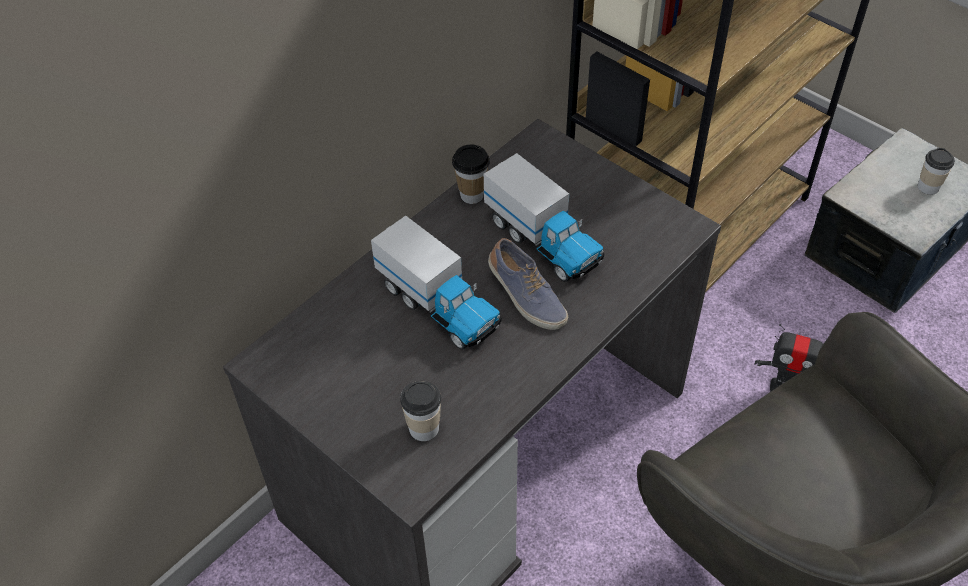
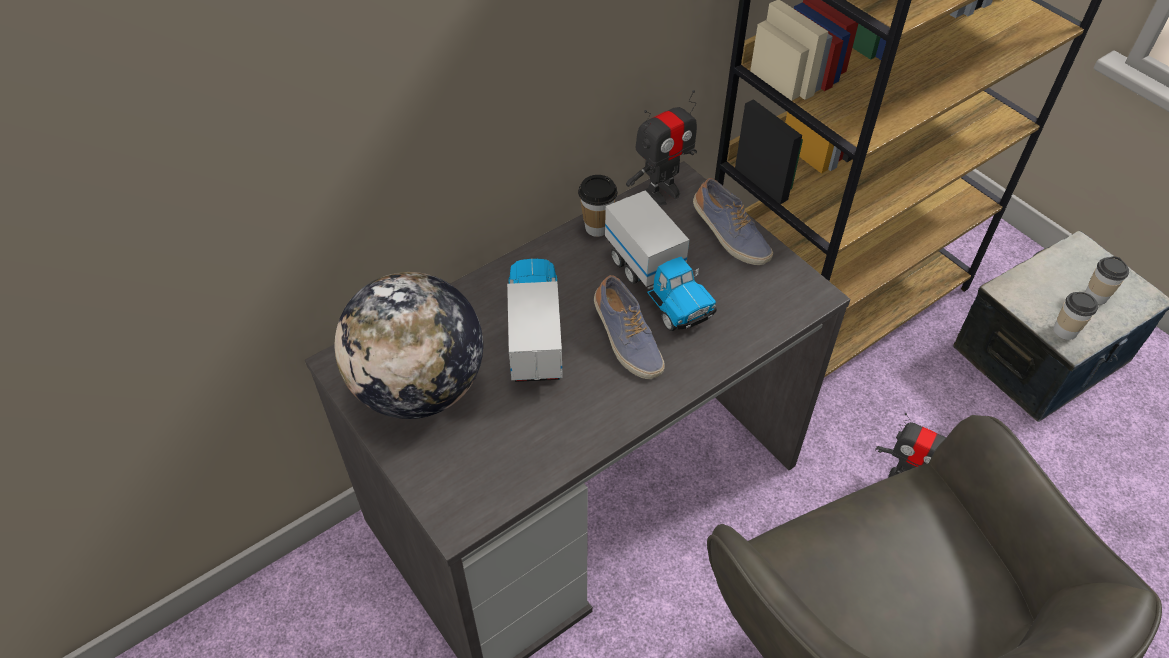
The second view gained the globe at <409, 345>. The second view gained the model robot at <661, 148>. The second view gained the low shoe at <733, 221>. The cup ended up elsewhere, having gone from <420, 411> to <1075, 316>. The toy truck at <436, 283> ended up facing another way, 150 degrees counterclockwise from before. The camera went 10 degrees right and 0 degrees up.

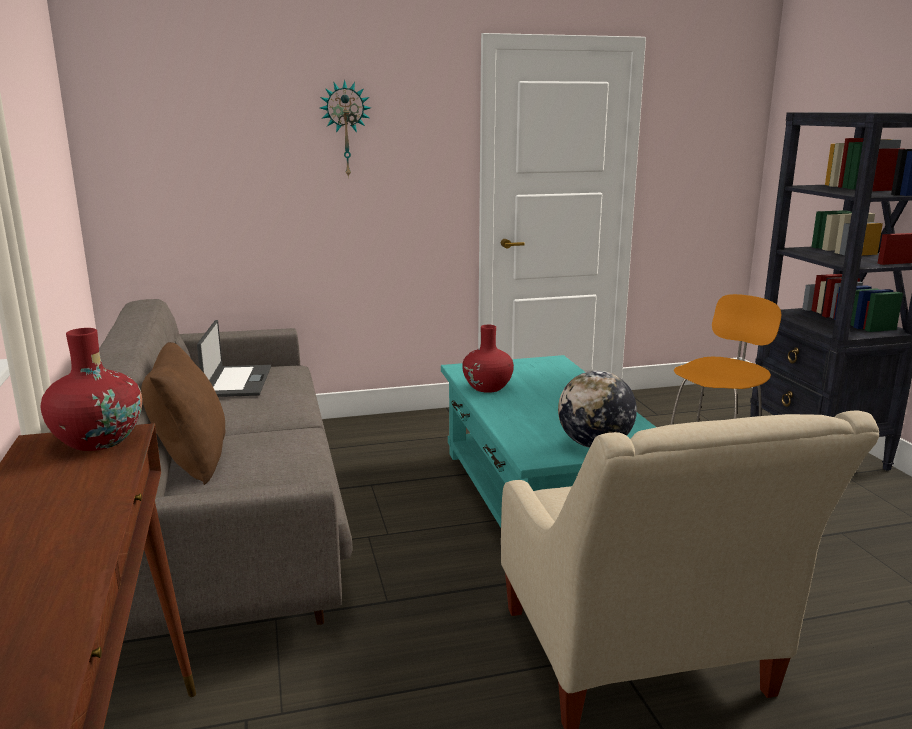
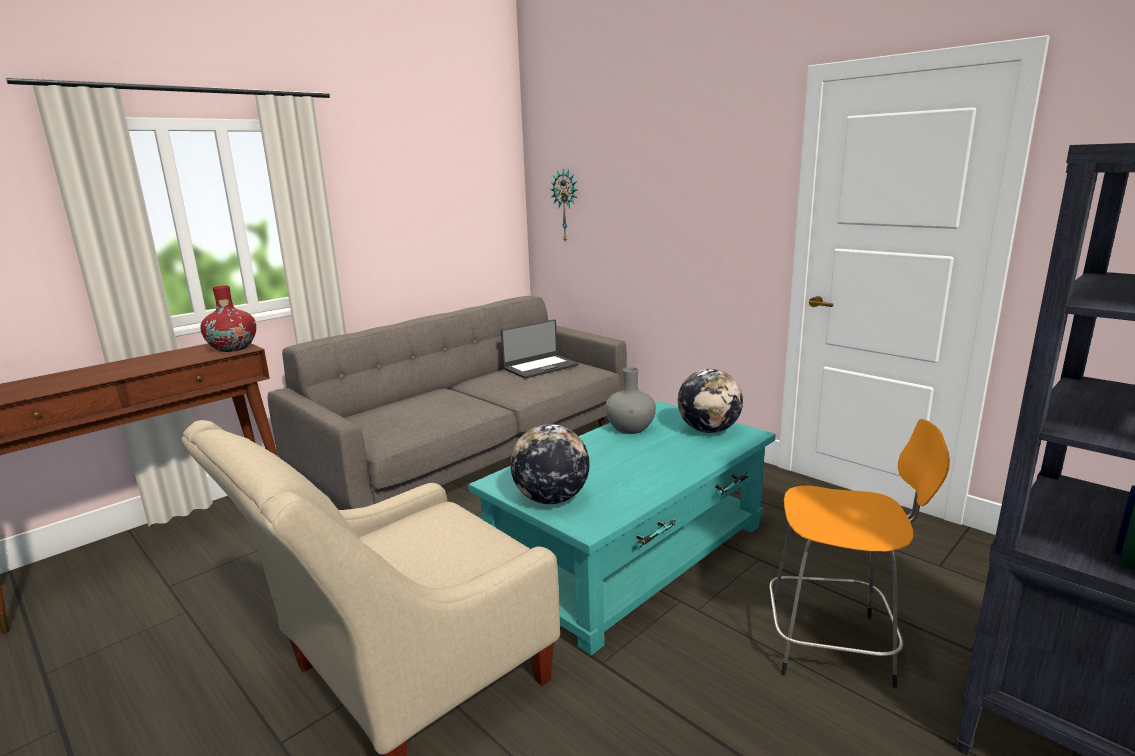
The second view lost the brown-coloured throw pillow at <183, 413>. The second view gained the globe at <710, 401>. The hanging clock ended up elsewhere, having gone from <345, 129> to <564, 206>. What was the red decorative vase at <488, 359> turned into the gray decorative vase at <630, 400>. The camera went 60 degrees right and 0 degrees up.

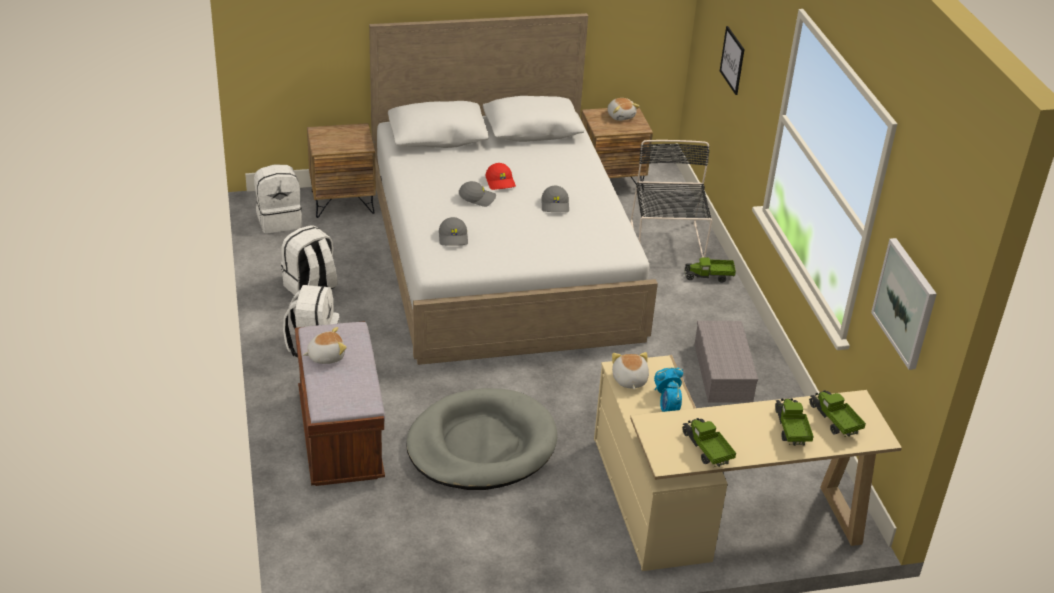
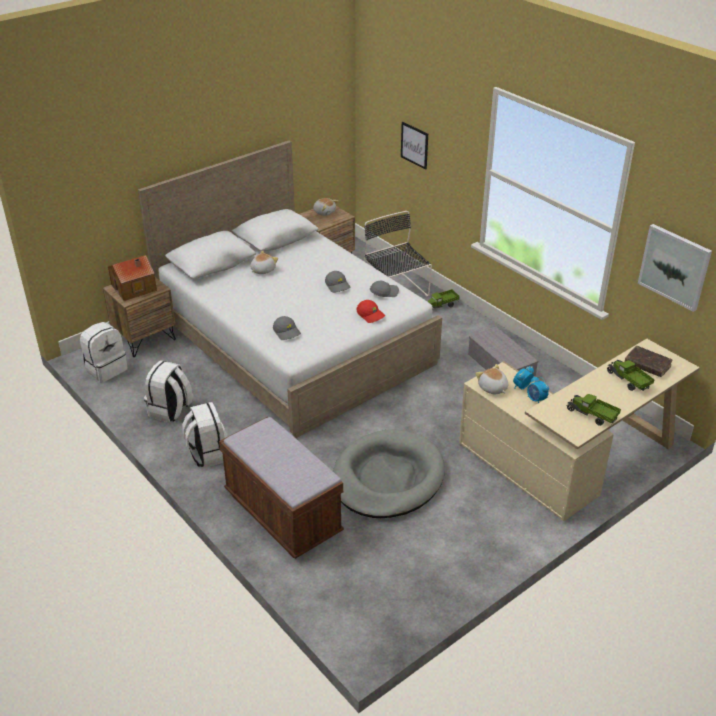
The second view gained the toy house at <132, 278>. The plush toy ended up elsewhere, having gone from <325, 345> to <264, 262>. The gray baseball cap ended up elsewhere, having gone from <477, 194> to <384, 289>. The red baseball cap ended up elsewhere, having gone from <500, 176> to <370, 311>. Where the toy truck stood at <837, 413>, the brown-coloured bound book came to stand at <649, 361>. The camera went 25 degrees left and 0 degrees up.

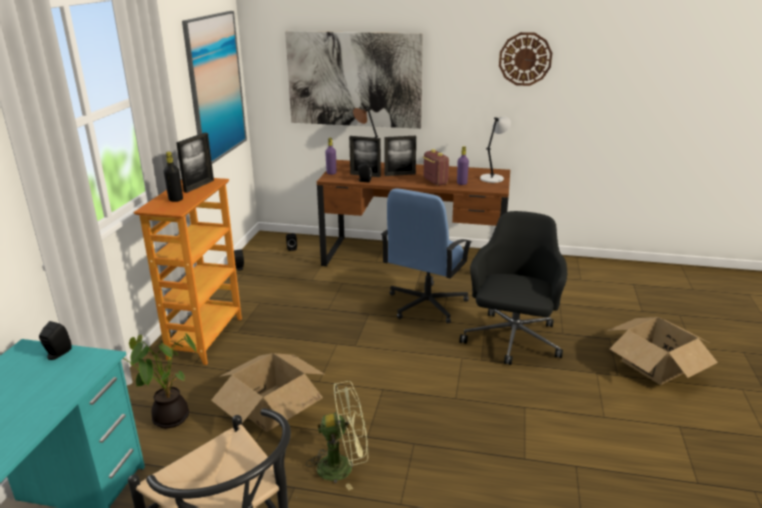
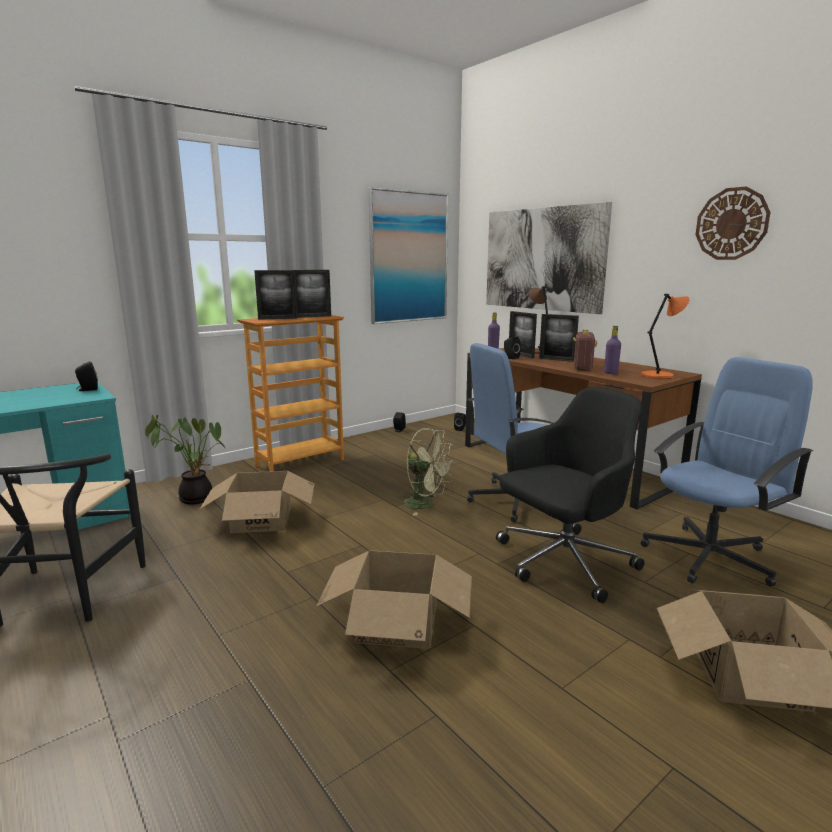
The second view gained the packing box at <394, 599>. The second view gained the blue-coloured desk chair at <727, 472>. The greenish fan ended up elsewhere, having gone from <337, 435> to <429, 472>. Where the black bottle stood at <173, 177>, the standing frame came to stand at <275, 295>. What was the gray lamp for a table at <495, 150> turned into the orange-coloured lamp for a table at <665, 336>. The camera went 40 degrees right and 10 degrees down.

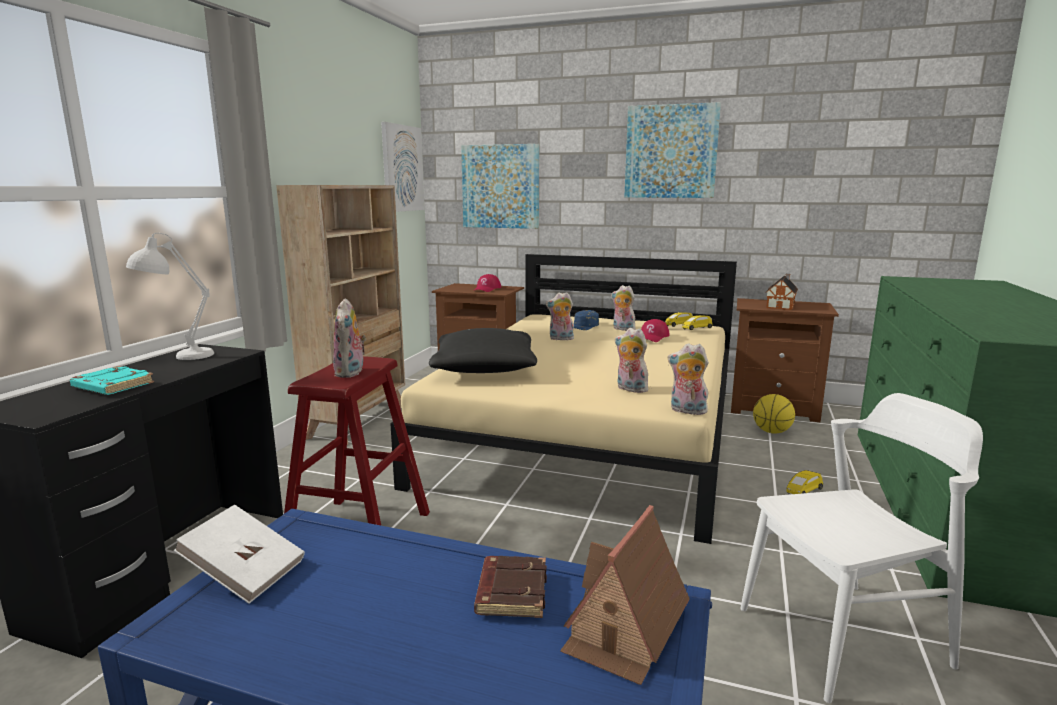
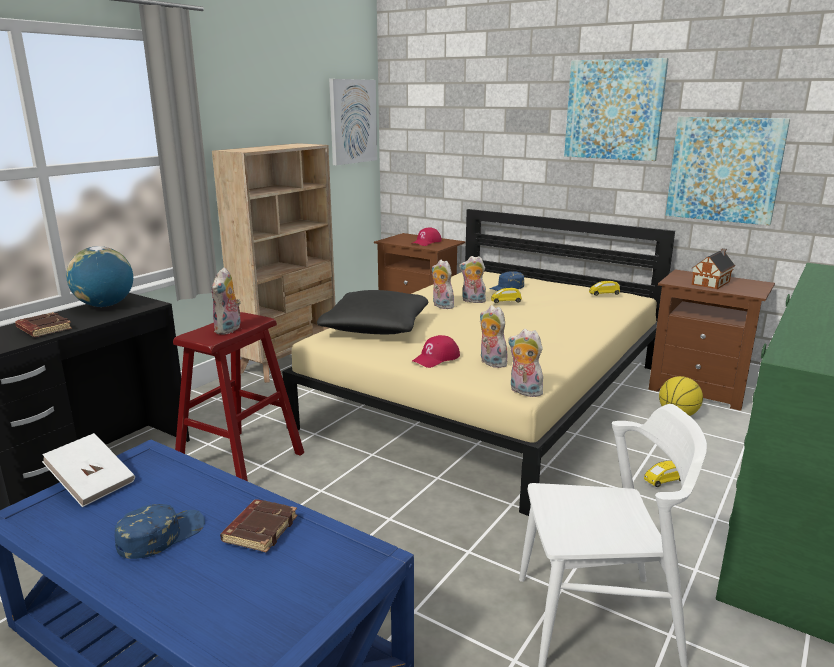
The second view lost the toy house at <624, 595>. The second view gained the blue-coloured baseball cap at <160, 531>. The picture ended up elsewhere, having gone from <500, 186> to <727, 171>. The plush toy ended up elsewhere, having gone from <624, 308> to <442, 284>. The red baseball cap ended up elsewhere, having gone from <655, 330> to <436, 351>. The yellow model car ended up elsewhere, having gone from <697, 322> to <506, 295>. Where the white-coloured lamp for a table stood at <170, 296>, the globe came to stand at <99, 276>. What was the blue-green bound book at <112, 380> turned into the brown-coloured bound book at <43, 324>. The camera went 15 degrees right and 5 degrees up.

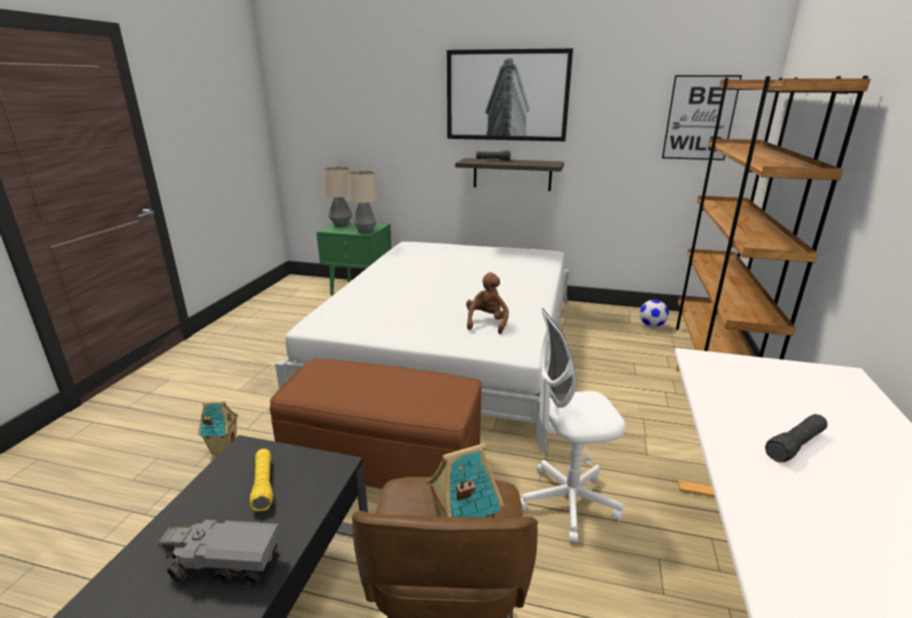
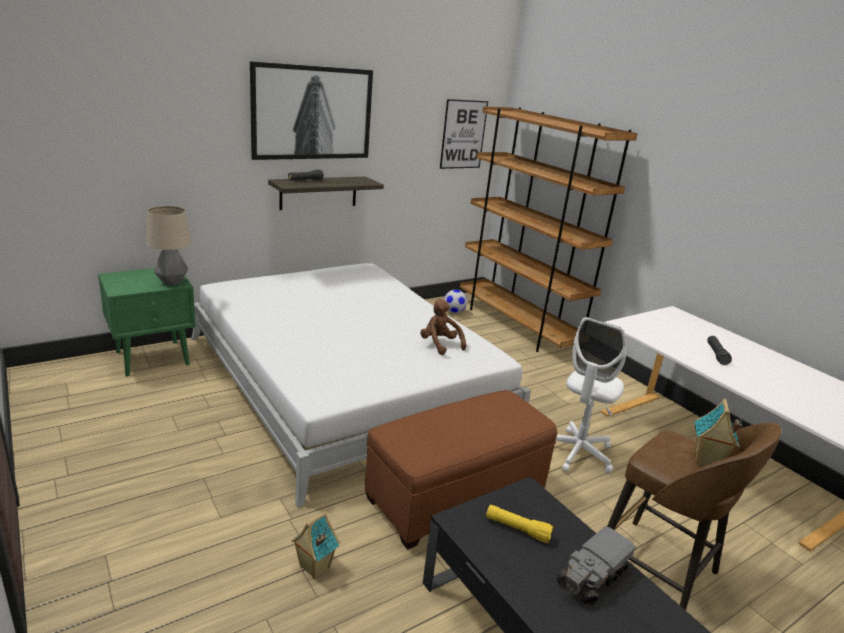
The second view lost the lamp for a table at <338, 196>. The camera went 50 degrees left and 0 degrees up.

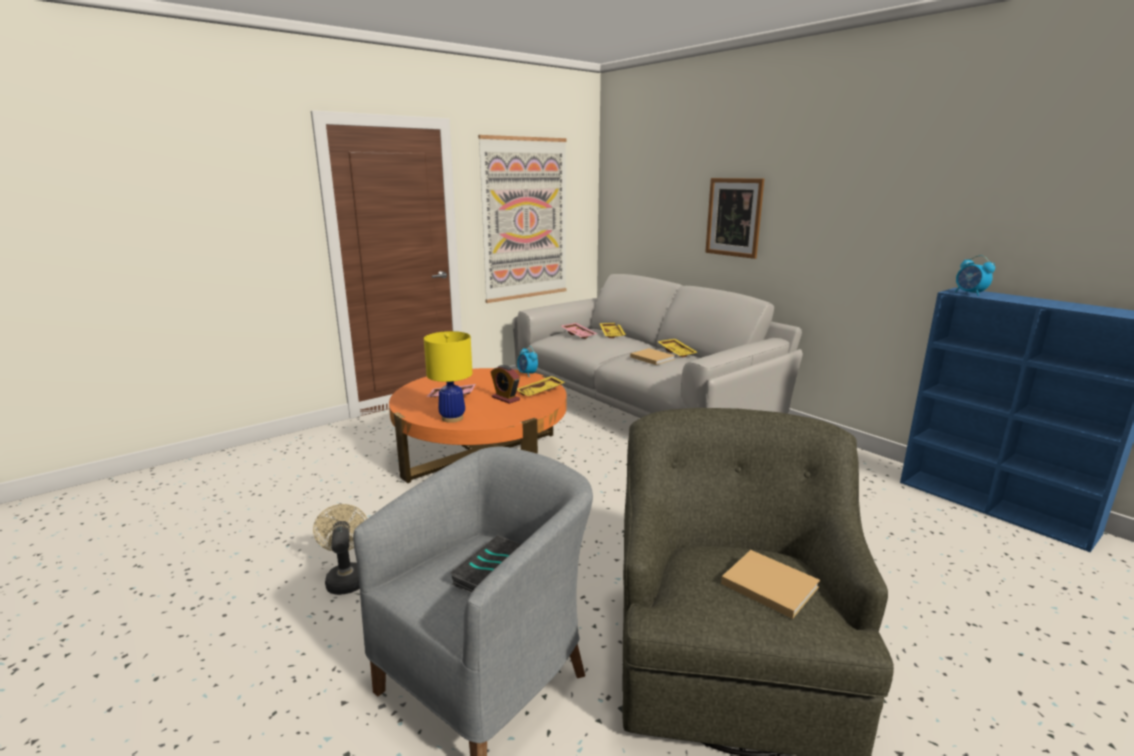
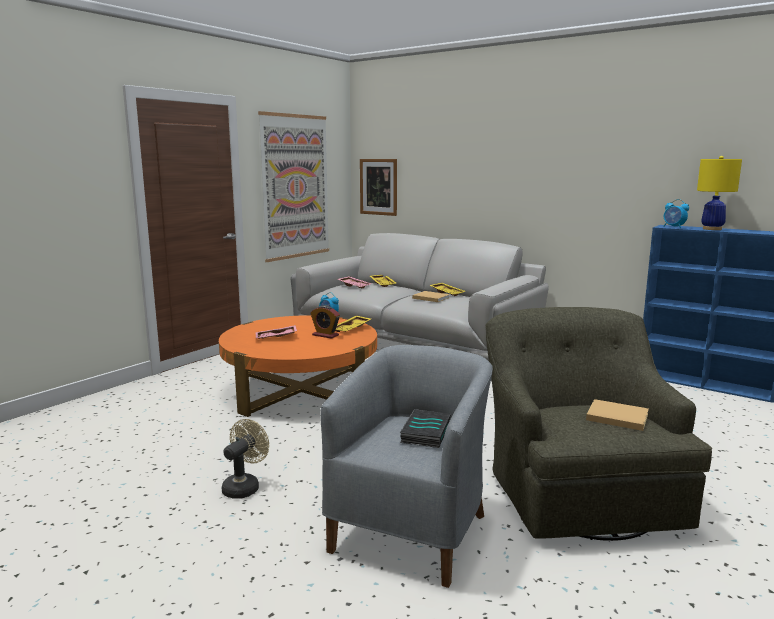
The yellow lamp for a table ended up elsewhere, having gone from <448, 377> to <719, 193>. The picture ended up elsewhere, having gone from <734, 218> to <378, 187>. The beige fan at <340, 549> ended up facing another way, 60 degrees clockwise from before. The camera went 15 degrees left and 5 degrees down.

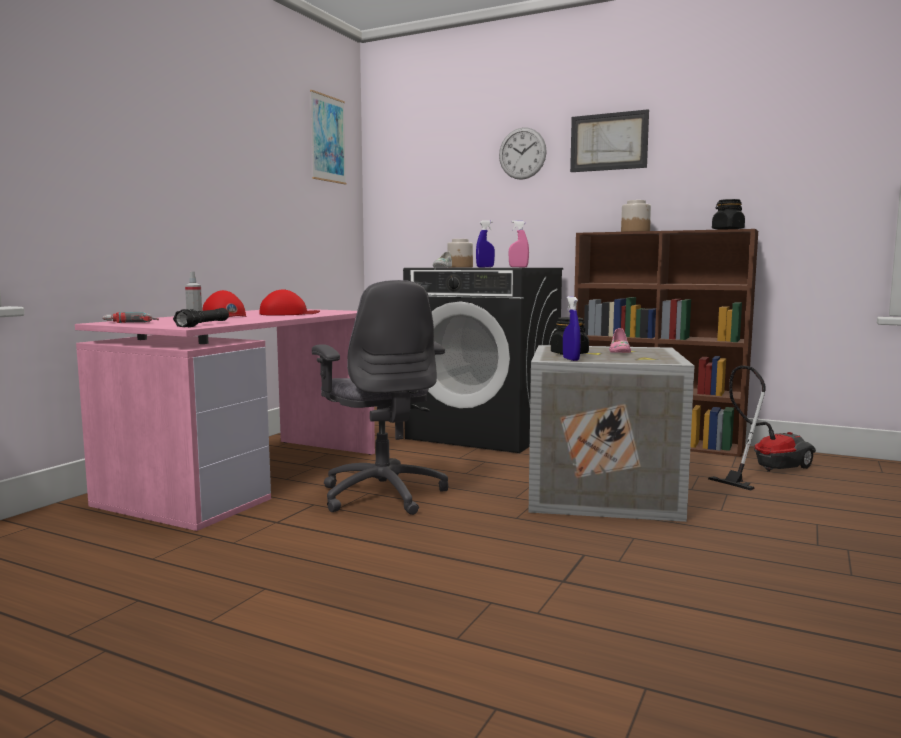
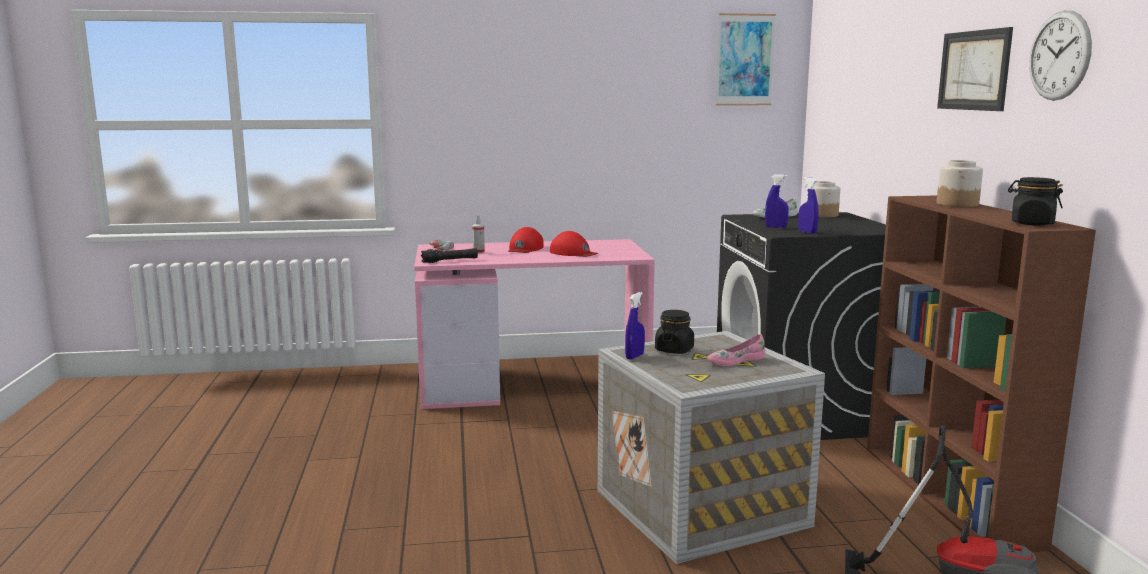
The second view lost the gray desk chair at <380, 397>. The hanging clock ended up elsewhere, having gone from <523, 153> to <1060, 55>. What was the pinkish hand sprayer at <519, 243> turned into the blue-coloured hand sprayer at <808, 205>. The camera went 55 degrees right and 5 degrees up.

